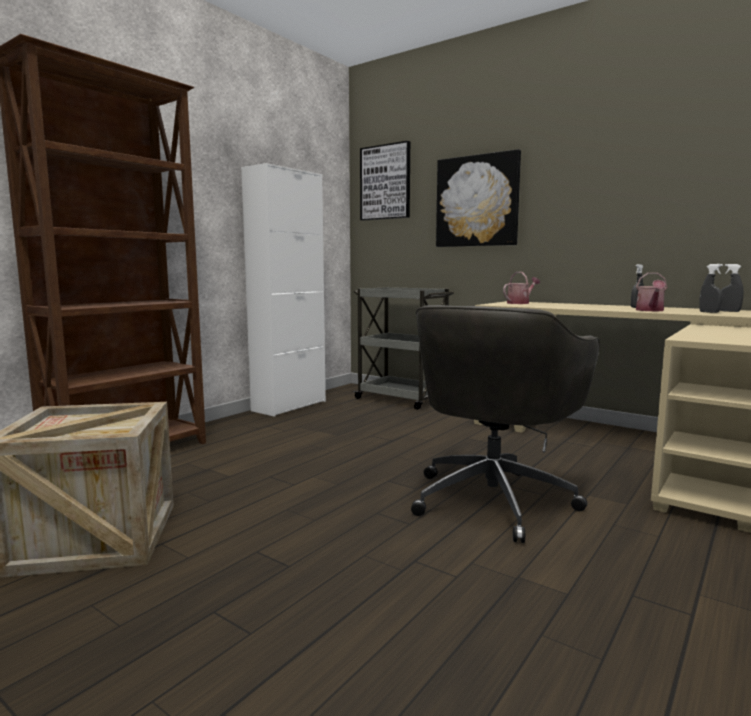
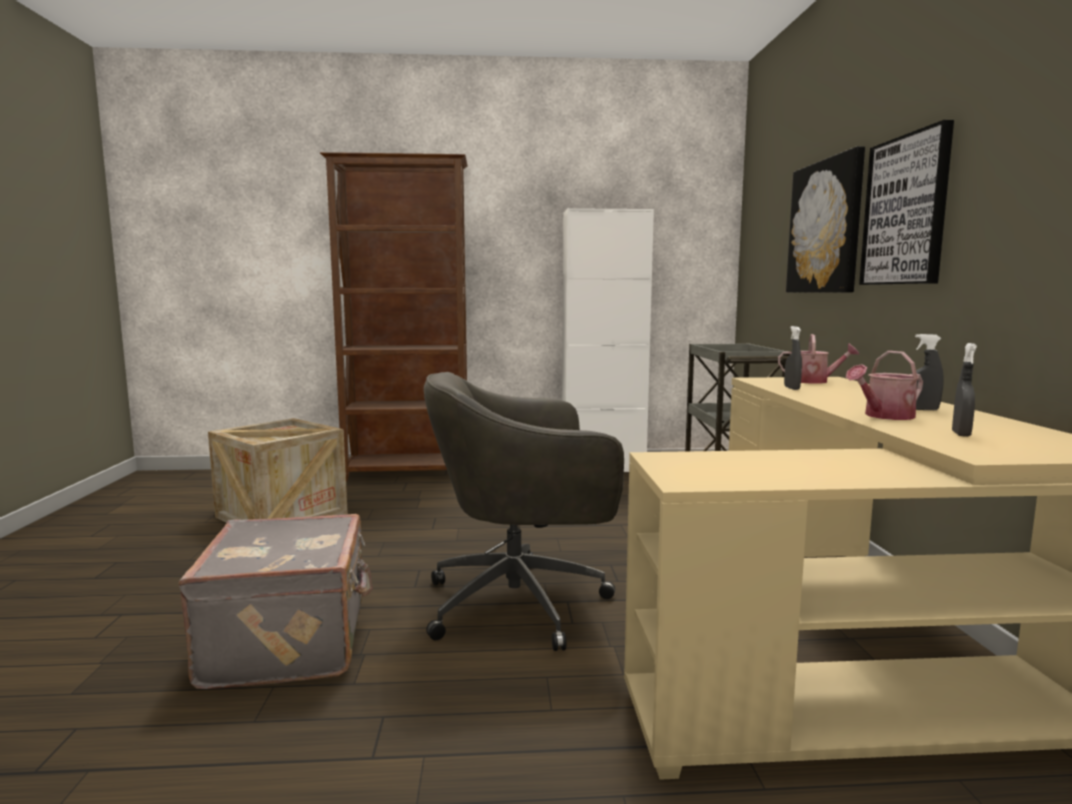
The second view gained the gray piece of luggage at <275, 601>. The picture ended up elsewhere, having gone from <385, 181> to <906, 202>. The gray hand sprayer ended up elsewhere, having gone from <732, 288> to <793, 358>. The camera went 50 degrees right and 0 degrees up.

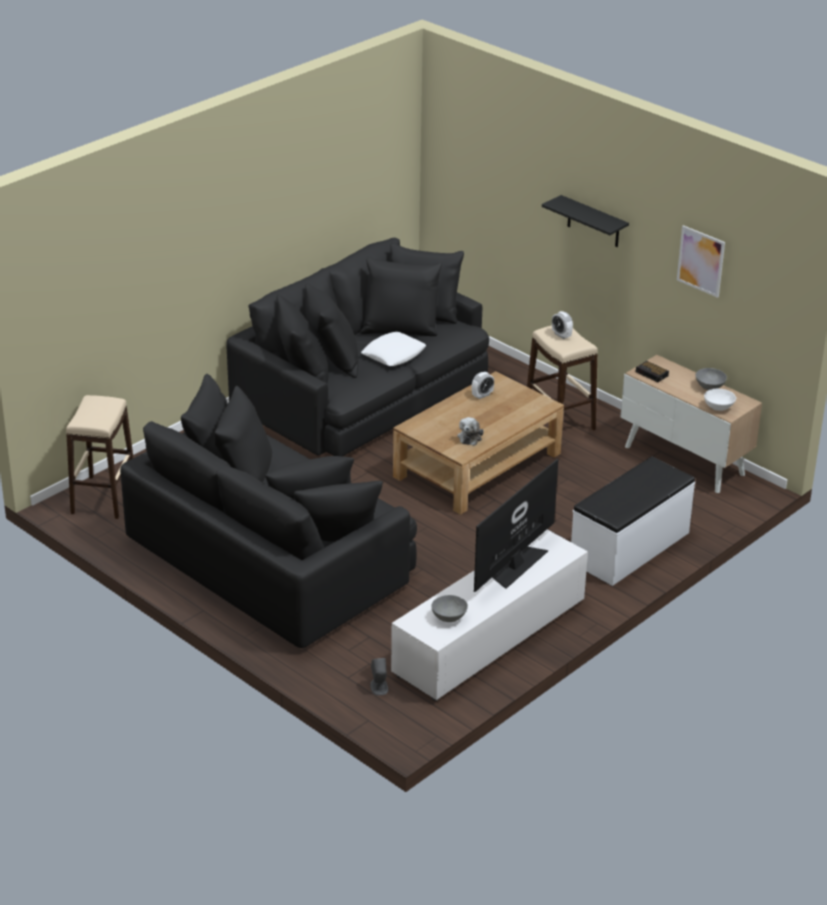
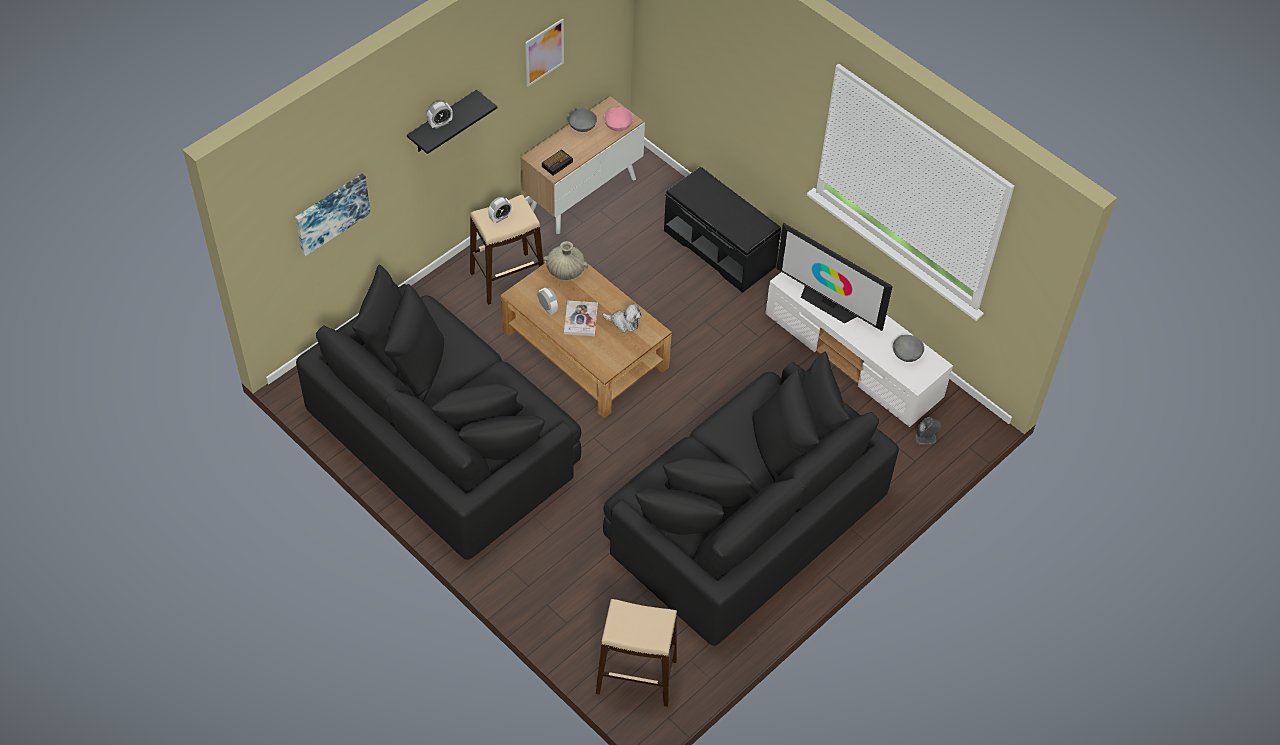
The second view lost the white-coloured throw pillow at <393, 349>. The second view gained the picture at <333, 215>. The second view gained the bedside clock at <440, 115>. The second view gained the beige decorative vase at <565, 260>. The second view gained the bound book at <581, 318>. What was the white-coloured bench at <633, 521> turned into the black bench at <722, 229>. What was the white-coloured deep dish at <720, 400> turned into the pinkish deep dish at <618, 119>. The camera went 90 degrees left and 20 degrees up.

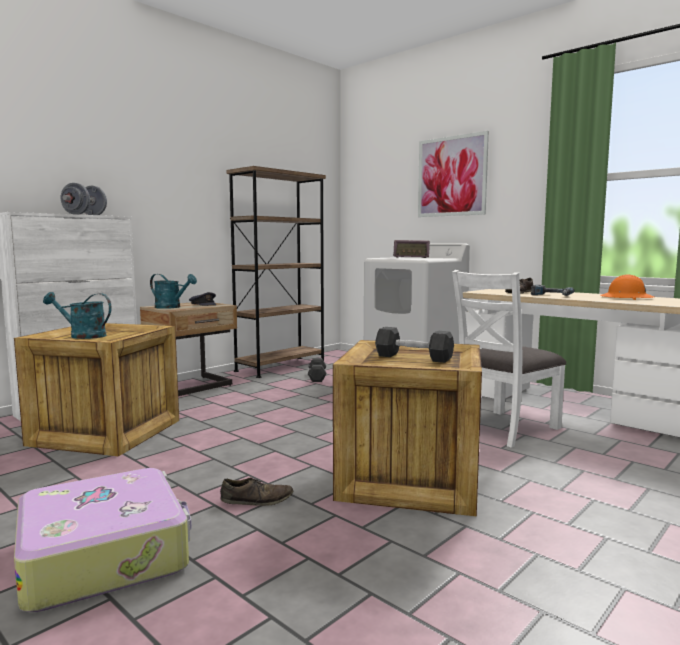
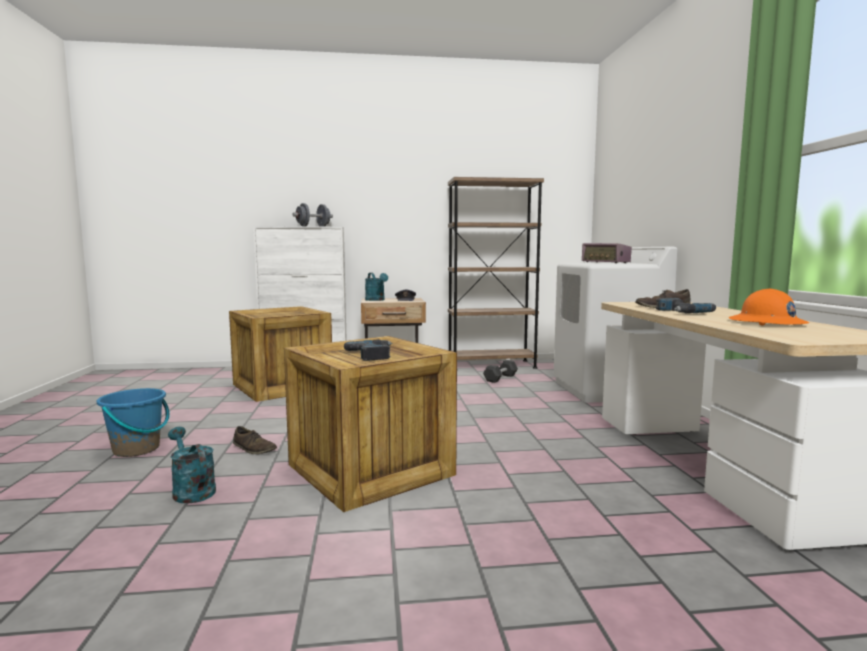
The second view lost the picture at <453, 174>. The second view lost the white-coloured upright chair at <509, 359>. The blue-green sprinkling can ended up elsewhere, having gone from <77, 315> to <192, 465>. Where the piece of luggage stood at <103, 540>, the blue-coloured water bucket came to stand at <133, 422>. Where the black dumbbell stood at <414, 345>, the drill came to stand at <368, 350>. The camera went 40 degrees right and 0 degrees up.

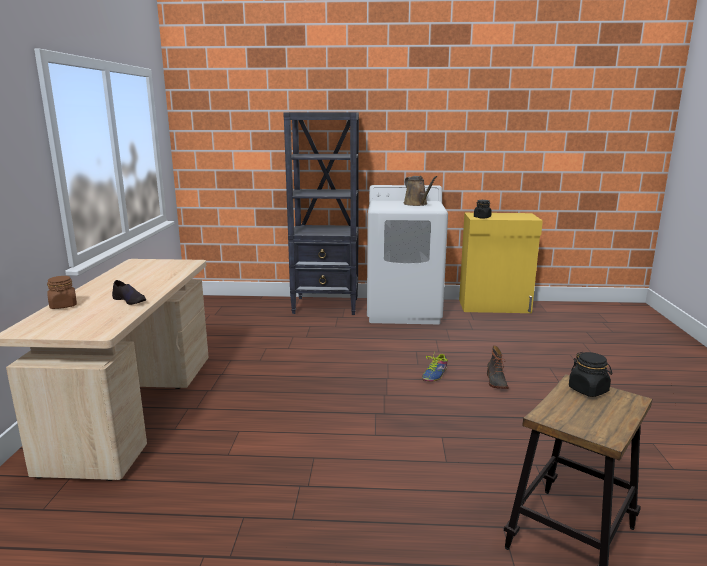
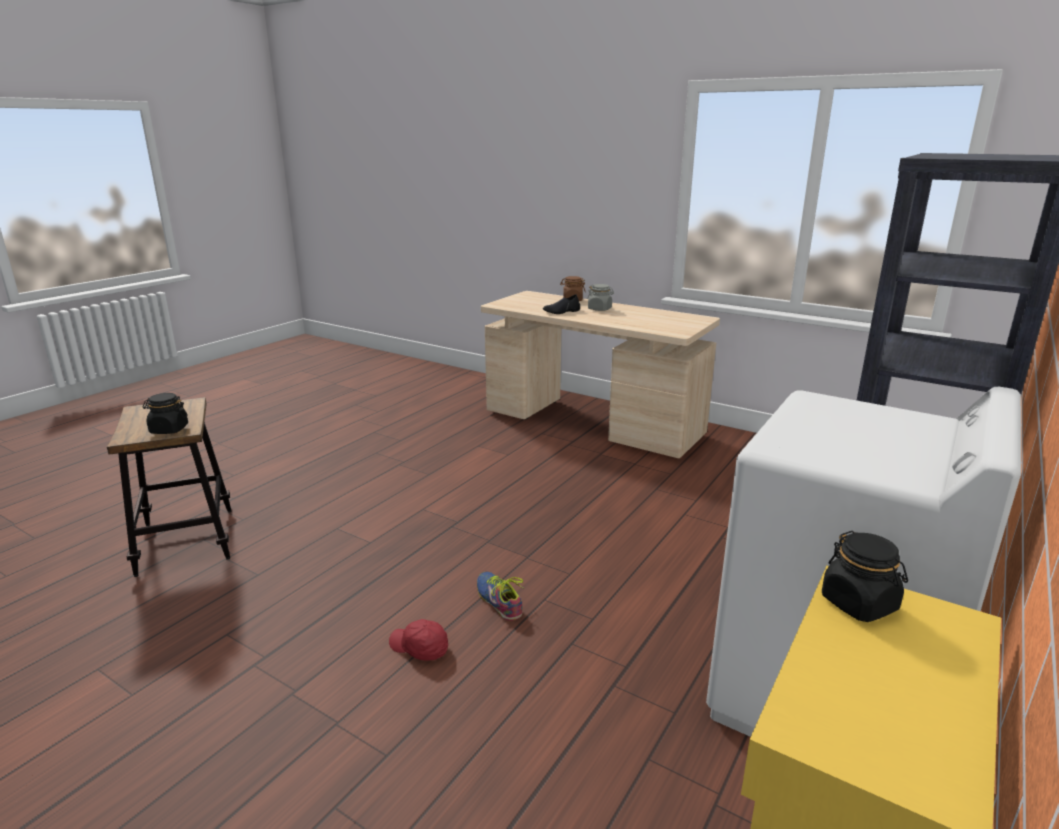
The second view lost the brown-coloured sprinkling can at <420, 191>. The second view gained the gray preserve jar at <600, 297>. Where the boot stood at <498, 367>, the red baseball cap came to stand at <418, 639>. The camera went 120 degrees right and 5 degrees up.

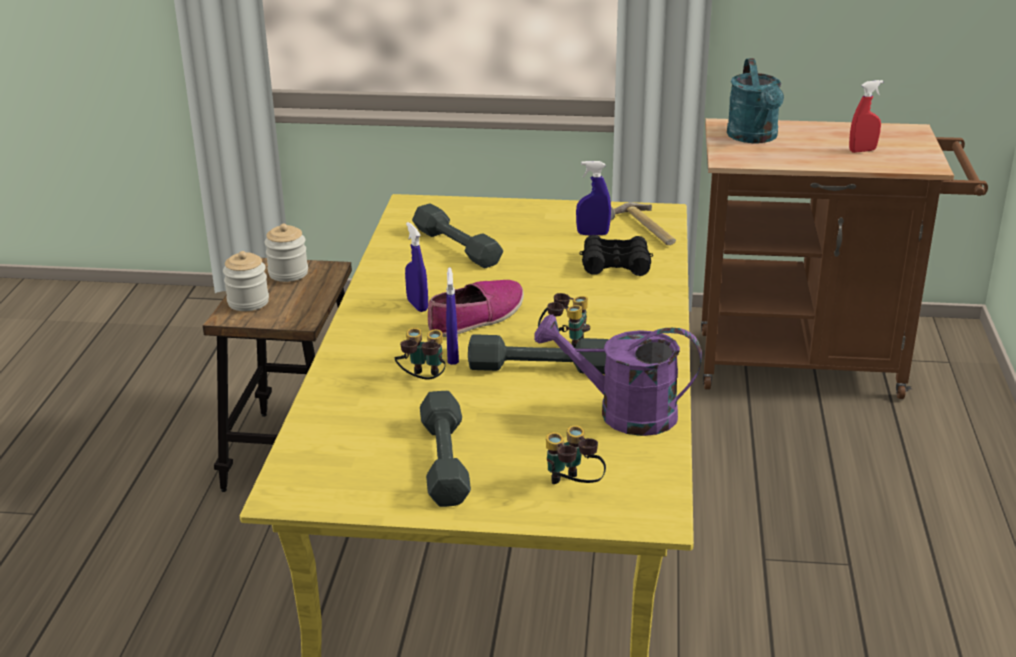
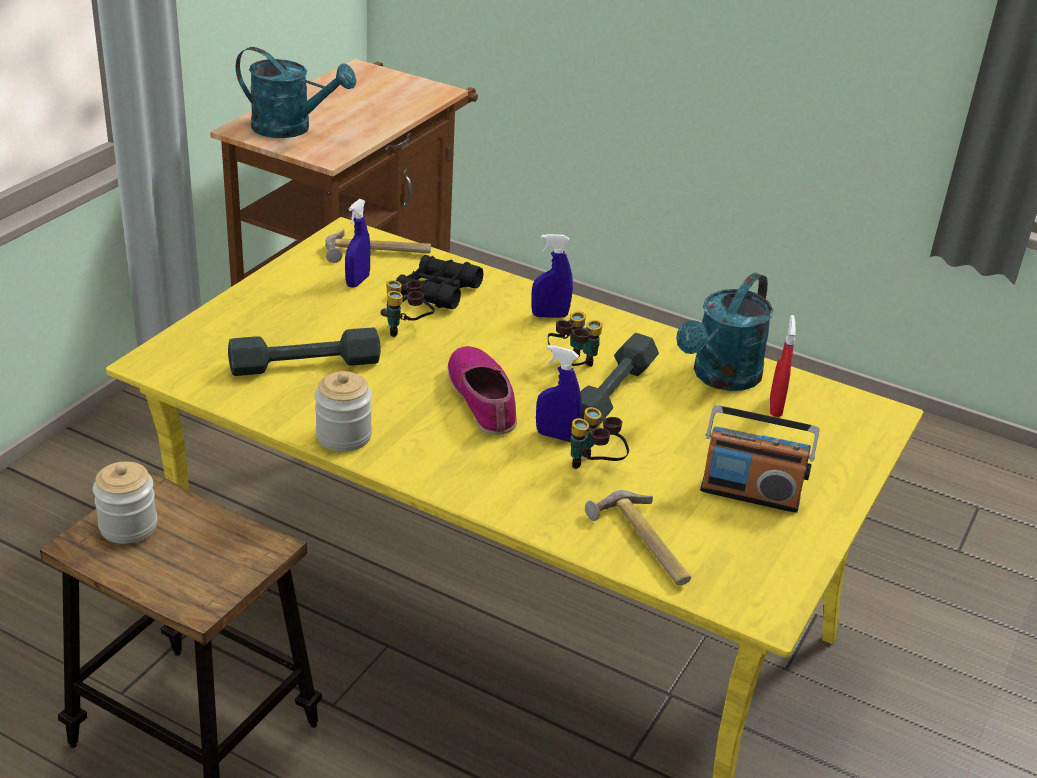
The second view gained the tool hammer at <638, 537>. The preserve jar ended up elsewhere, having gone from <246, 281> to <343, 411>. The blue-coloured hand sprayer ended up elsewhere, having gone from <416, 267> to <552, 276>. The binoculars ended up elsewhere, having gone from <576, 454> to <408, 308>. The red hand sprayer ended up elsewhere, having gone from <866, 116> to <783, 366>. Where the gray dumbbell stood at <445, 449>, the radio came to stand at <759, 459>. What was the purple sprinkling can at <618, 375> turned into the blue-green sprinkling can at <724, 332>. The camera went 70 degrees left and 5 degrees up.

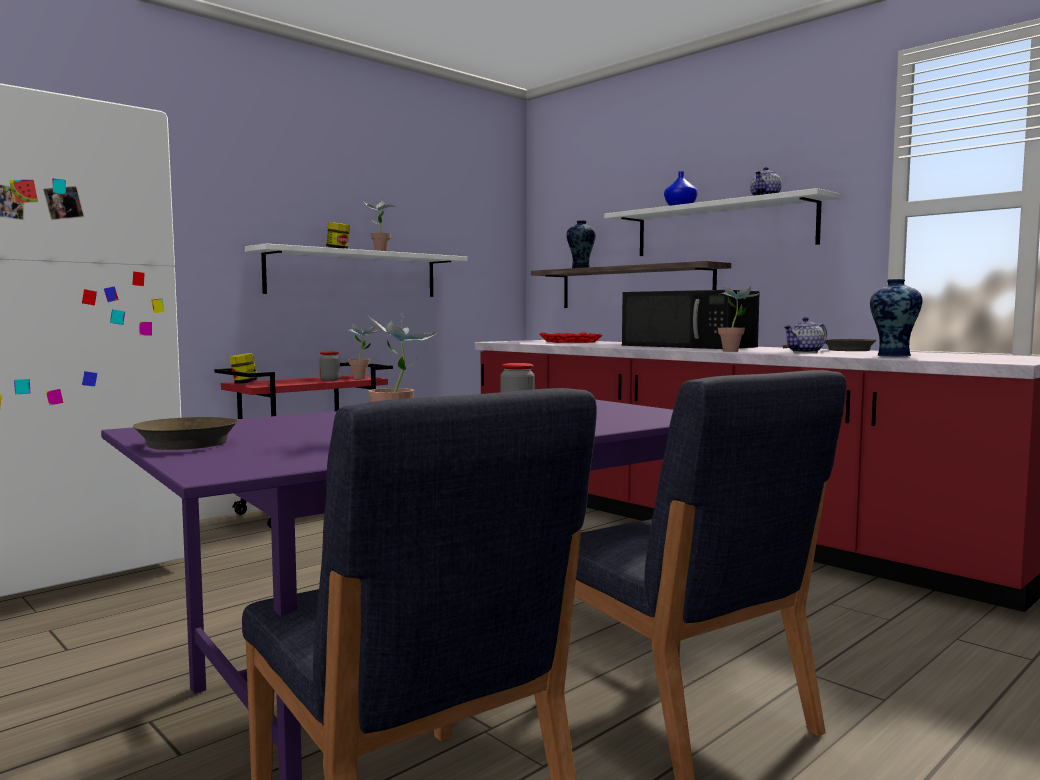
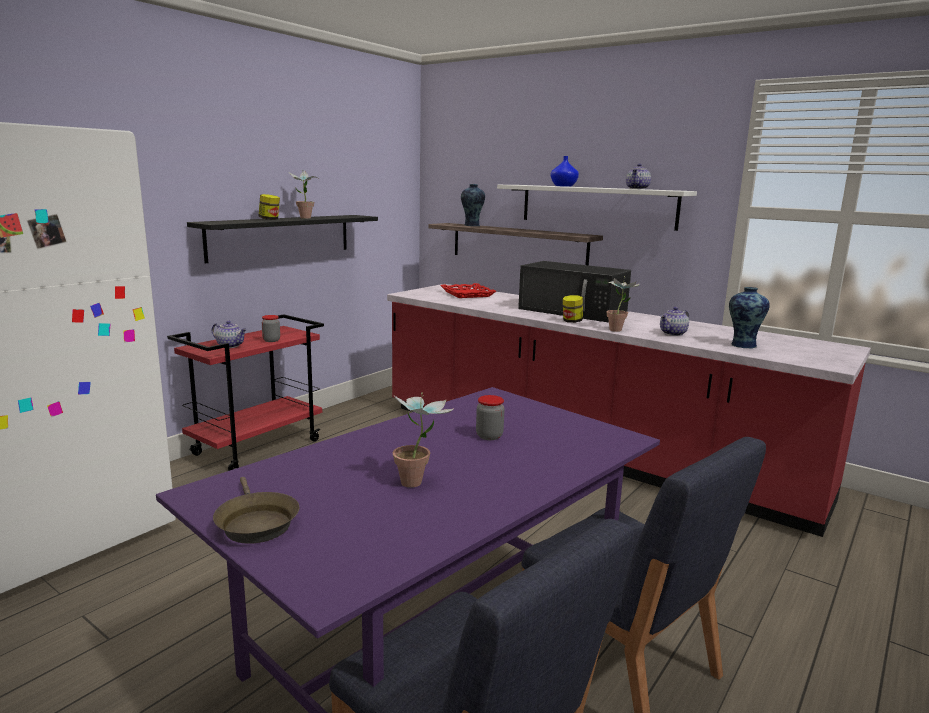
The second view lost the plant in a pot at <362, 350>. The second view lost the brown-coloured pan at <830, 345>. The second view gained the pot for tea at <229, 334>. The preserve jar ended up elsewhere, having gone from <243, 368> to <573, 309>. What was the white-coloured shelf at <356, 270> turned into the black shelf at <282, 239>. The camera went 10 degrees left and 10 degrees up.

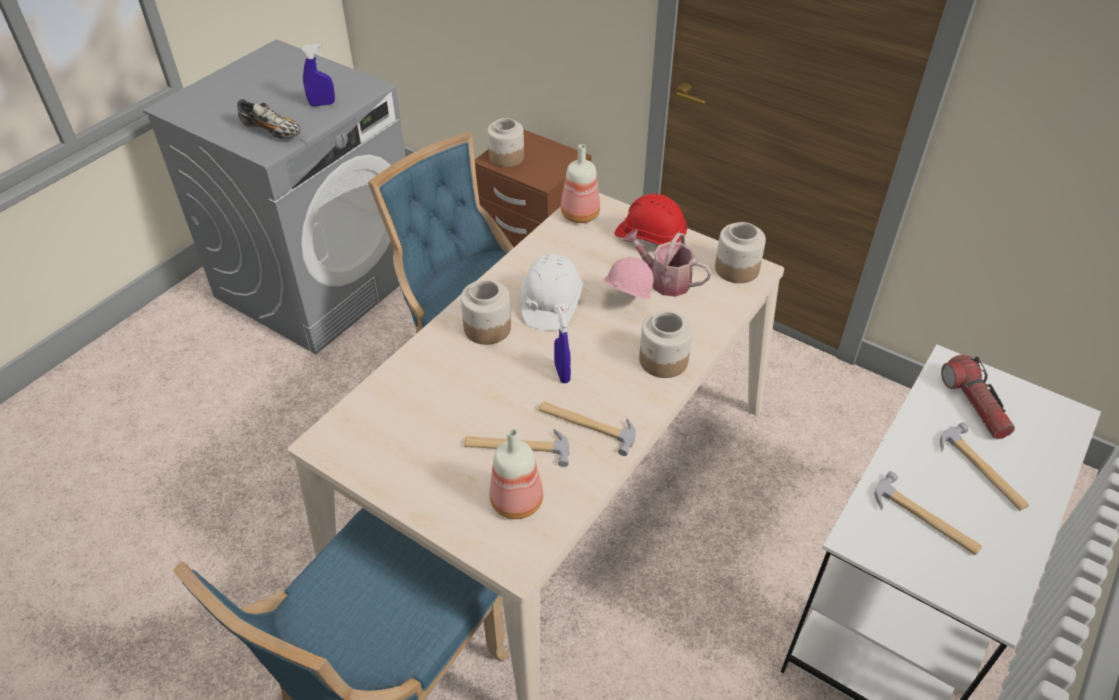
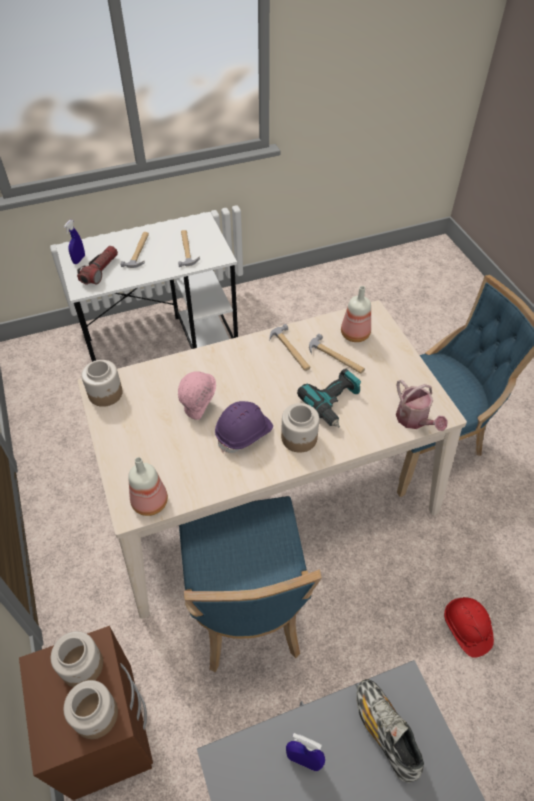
The second view gained the drill at <329, 397>. The blue-coloured hand sprayer ended up elsewhere, having gone from <562, 345> to <74, 242>. The red hard hat ended up elsewhere, having gone from <650, 220> to <469, 627>. The sprinkling can ended up elsewhere, having gone from <667, 263> to <422, 405>. The preserve jar ended up elsewhere, having gone from <666, 344> to <77, 659>. What was the white-coloured hard hat at <552, 292> turned into the purple hard hat at <244, 427>. The camera went 145 degrees left and 5 degrees up.

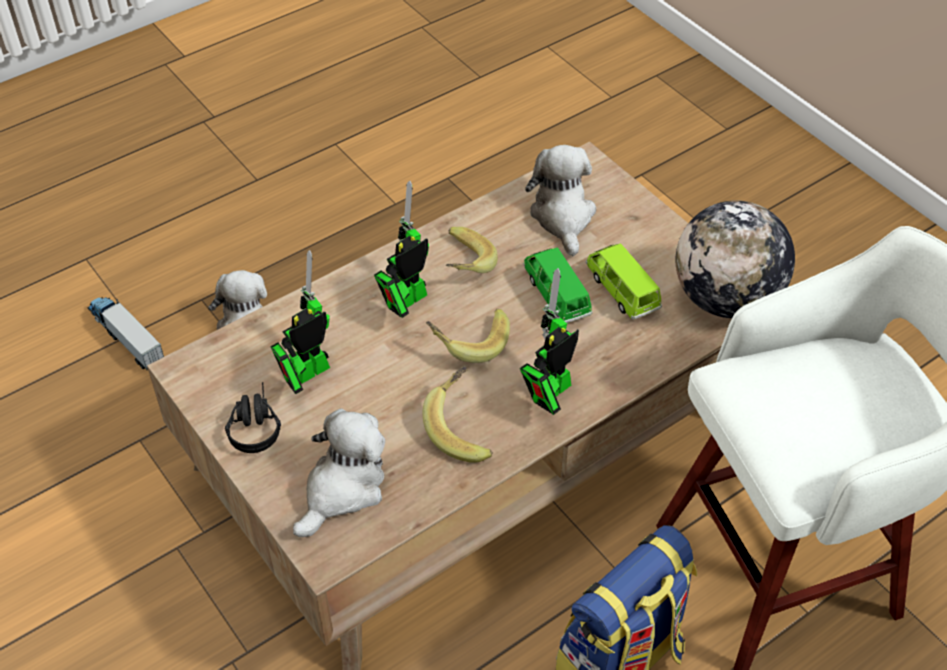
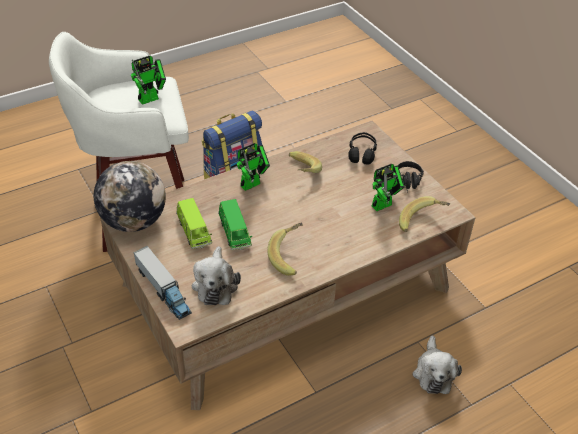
The toy truck ended up elsewhere, having gone from <125, 333> to <163, 283>. The model robot ended up elsewhere, having gone from <401, 249> to <148, 80>. The banana ended up elsewhere, having gone from <468, 336> to <424, 214>. Where the plush toy stood at <339, 472>, the black pair of headphones came to stand at <362, 148>. The camera went 175 degrees left and 5 degrees down.

